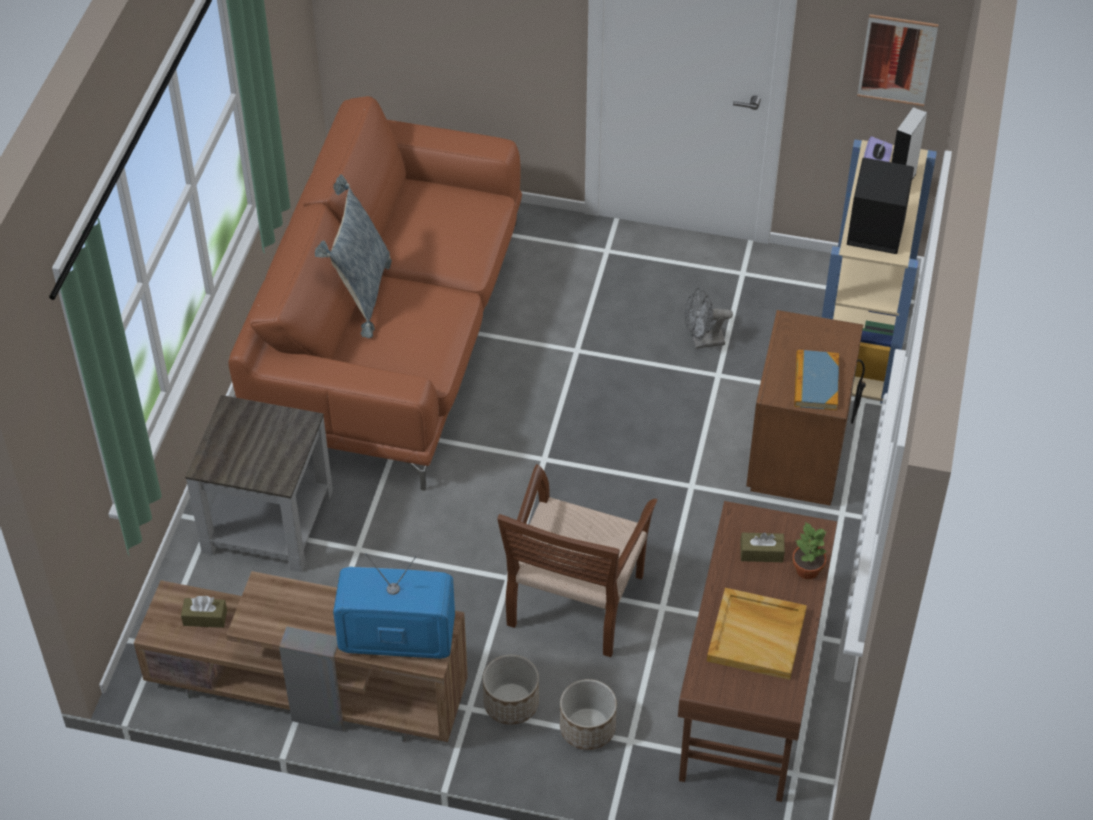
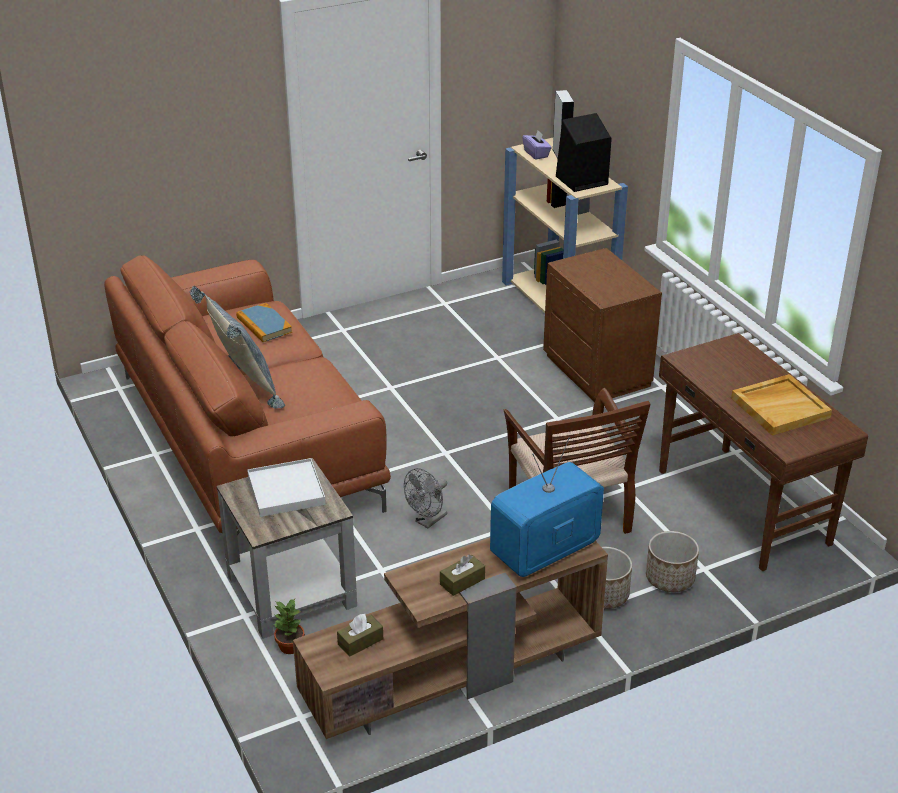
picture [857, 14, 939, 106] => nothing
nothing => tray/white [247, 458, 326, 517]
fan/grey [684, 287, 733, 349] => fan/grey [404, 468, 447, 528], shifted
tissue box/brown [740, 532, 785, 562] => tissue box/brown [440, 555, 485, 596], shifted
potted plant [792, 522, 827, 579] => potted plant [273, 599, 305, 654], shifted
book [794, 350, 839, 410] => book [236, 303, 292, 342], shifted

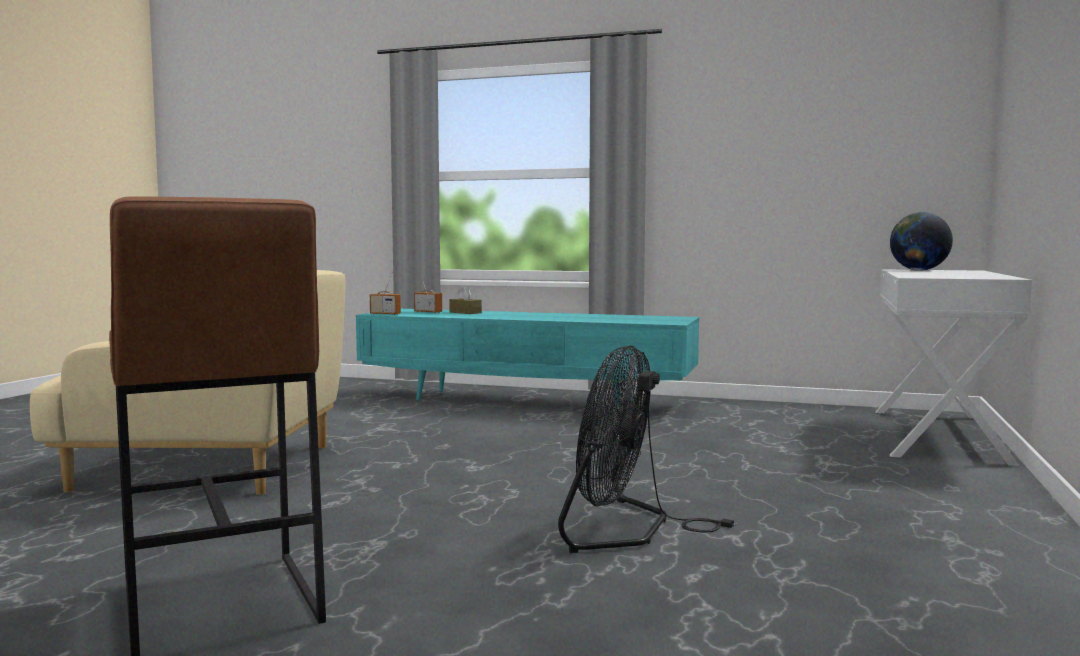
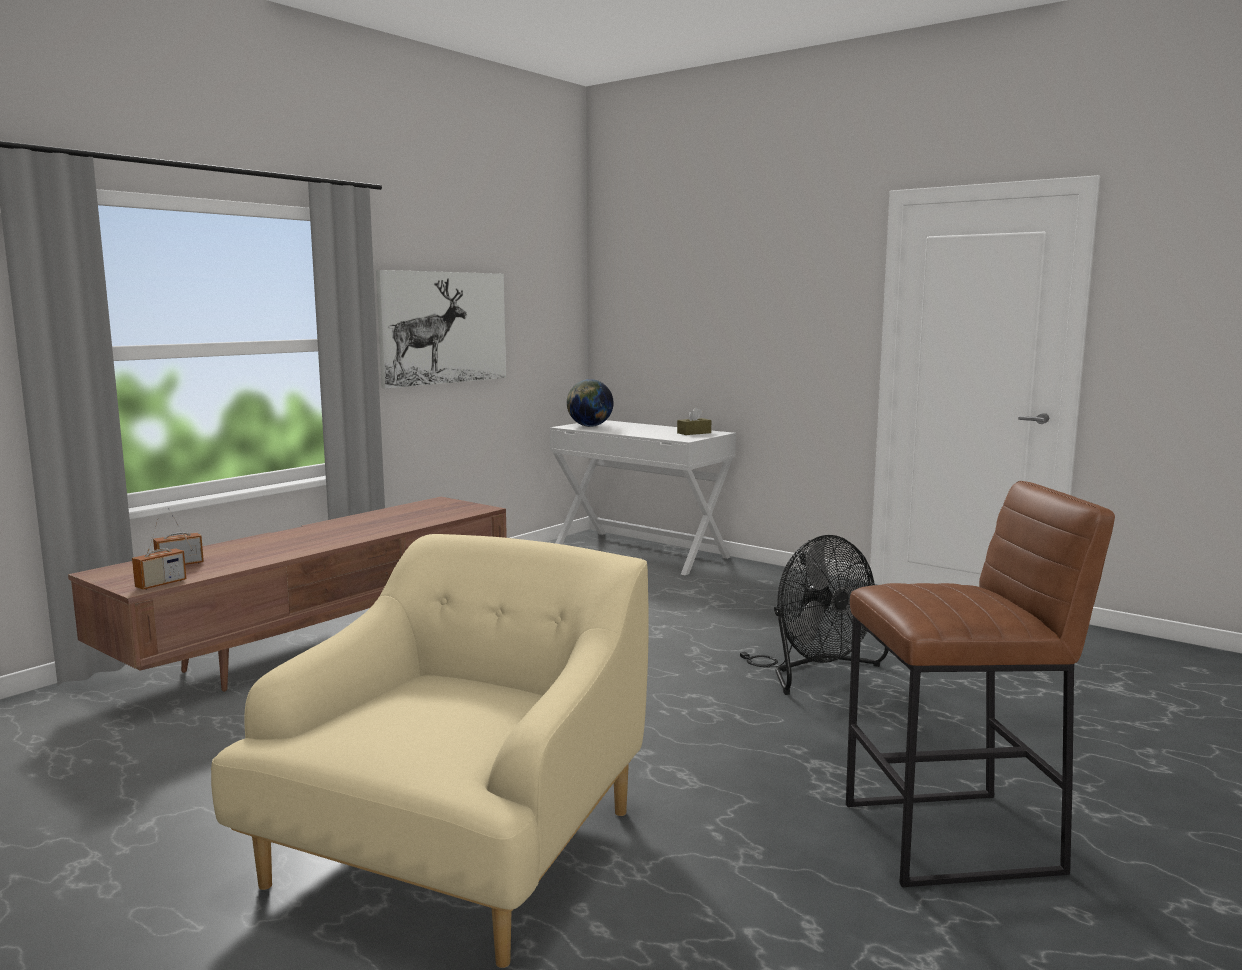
nothing => picture [376, 270, 506, 389]
tissue box/brown [449, 287, 482, 314] => tissue box/brown [677, 407, 711, 435], shifted
tv stand/turquoise [356, 309, 700, 411] => tv stand/brown [68, 497, 507, 692]
fan/black [558, 345, 737, 553] => fan/black [740, 535, 889, 695], 75 degrees counterclockwise

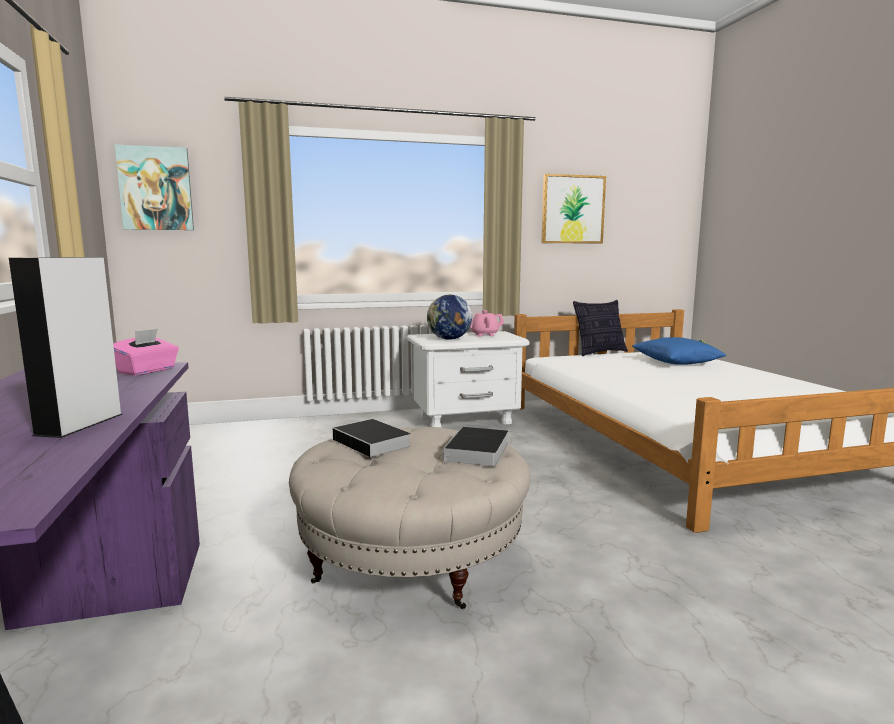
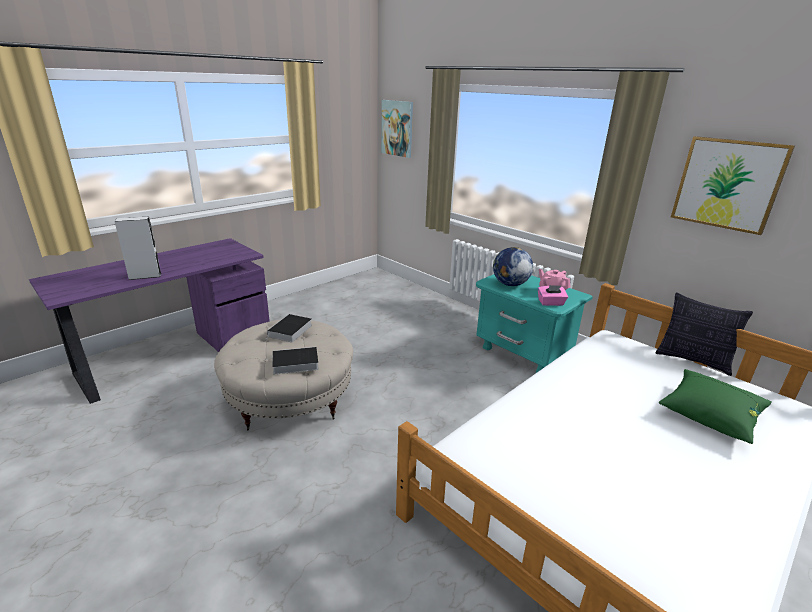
tissue box/pink [113, 329, 179, 376] => tissue box/pink [538, 285, 568, 306], shifted
nightstand/white [407, 331, 529, 428] => nightstand/turquoise [476, 274, 593, 373]
pillow/blue [632, 337, 726, 365] => pillow/green [659, 369, 772, 444]

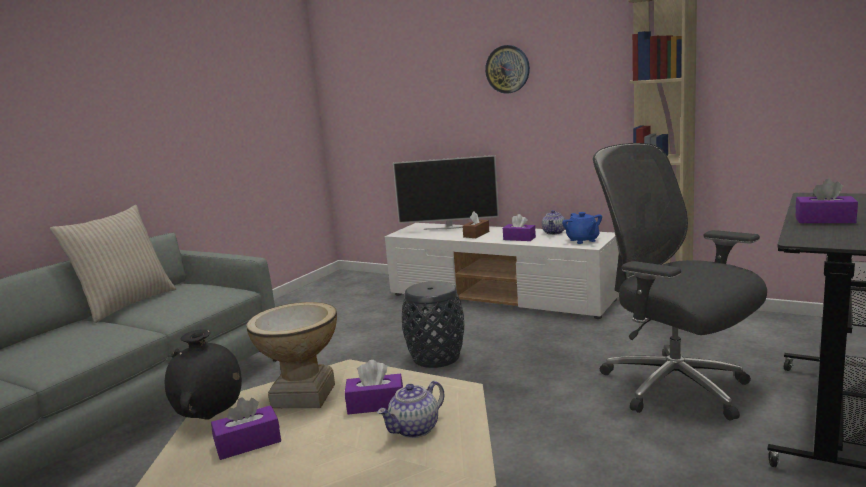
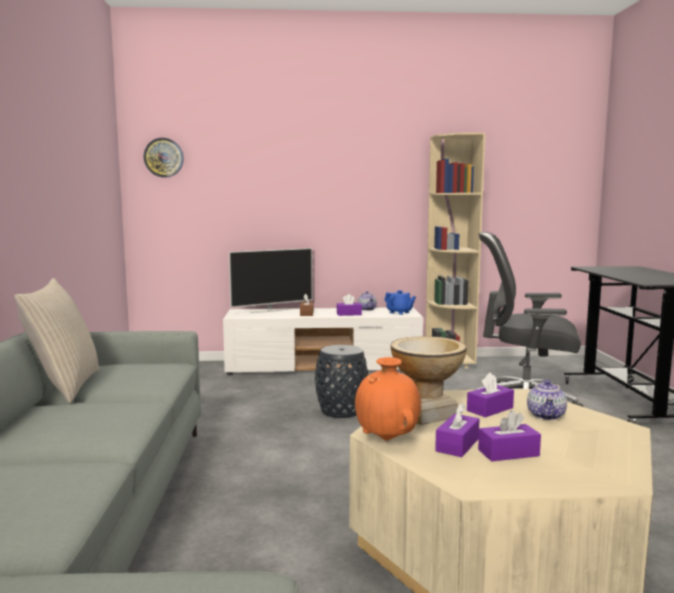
wall clock [485, 45, 530, 94] => wall clock [144, 138, 184, 177], shifted
tissue box/purple [795, 179, 858, 223] => tissue box/purple [478, 410, 541, 462], shifted
vase/black [165, 330, 242, 420] => vase/orange [355, 357, 421, 440]

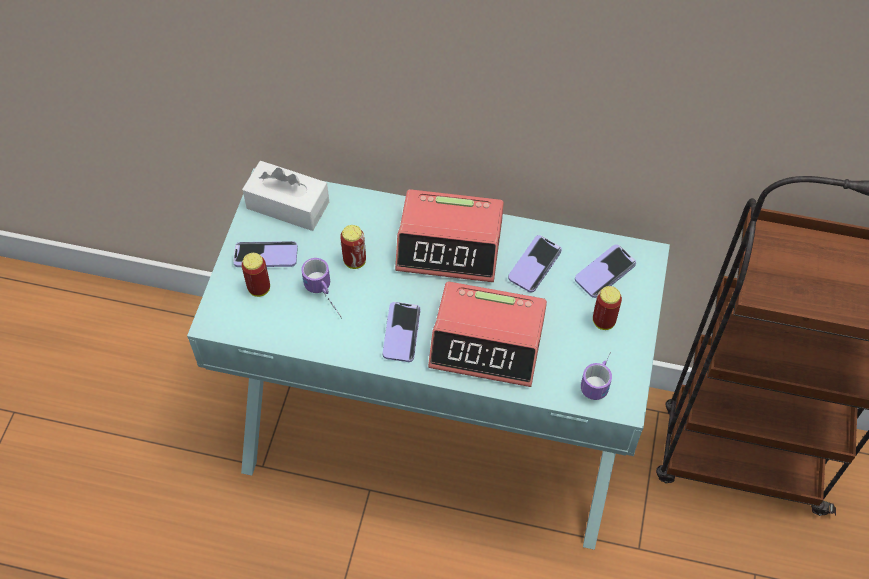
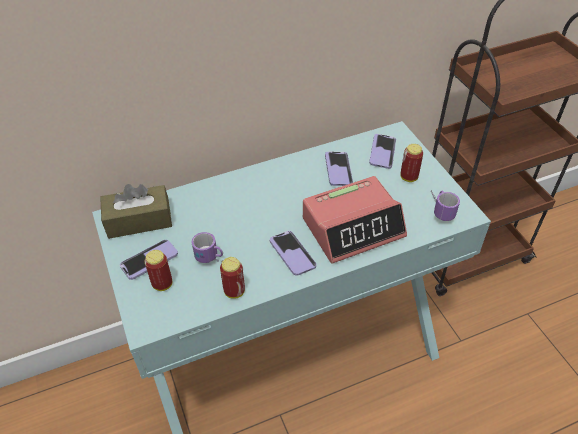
alarm clock [395, 189, 504, 282] => nothing
can [340, 225, 366, 269] => can [220, 257, 245, 299], shifted
tissue box/white [242, 161, 329, 231] => tissue box/brown [100, 184, 172, 239]

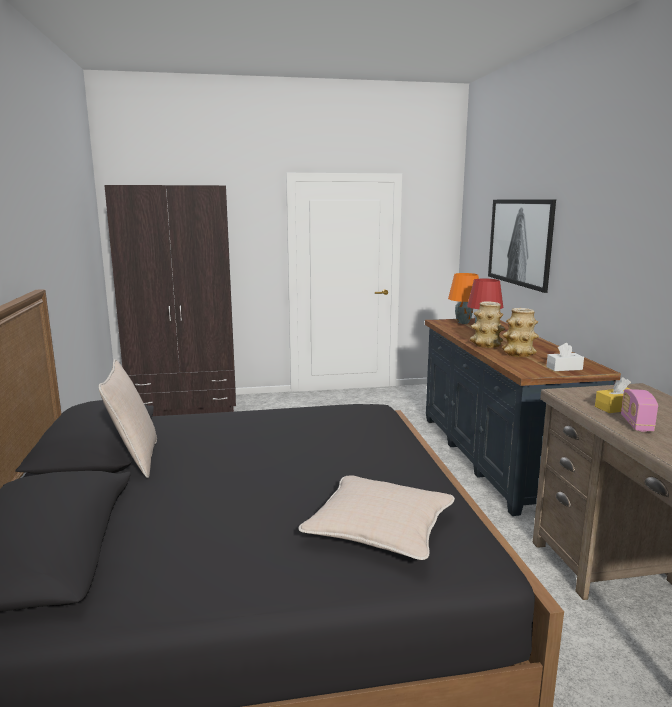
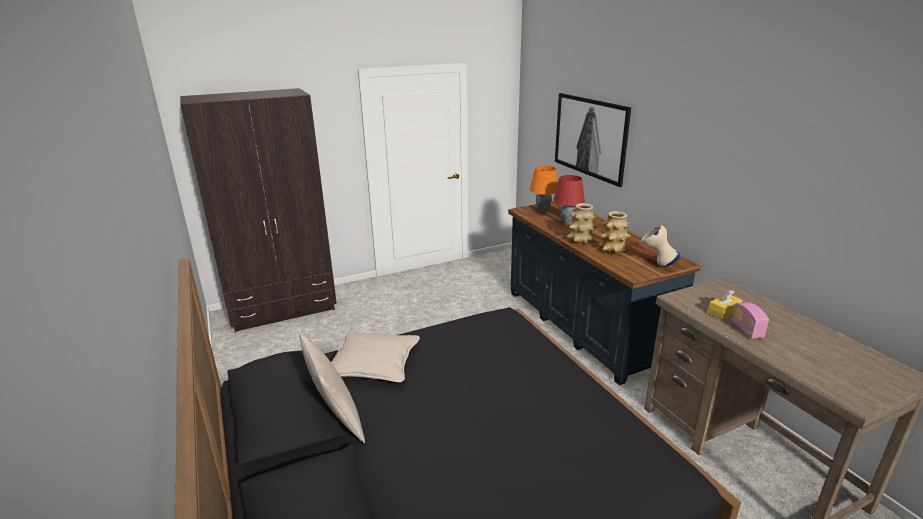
pillow/beige [298, 475, 455, 560] => pillow/beige [331, 331, 420, 382], shifted
tissue box/white [546, 343, 584, 371] => vase/beige [641, 225, 680, 267]

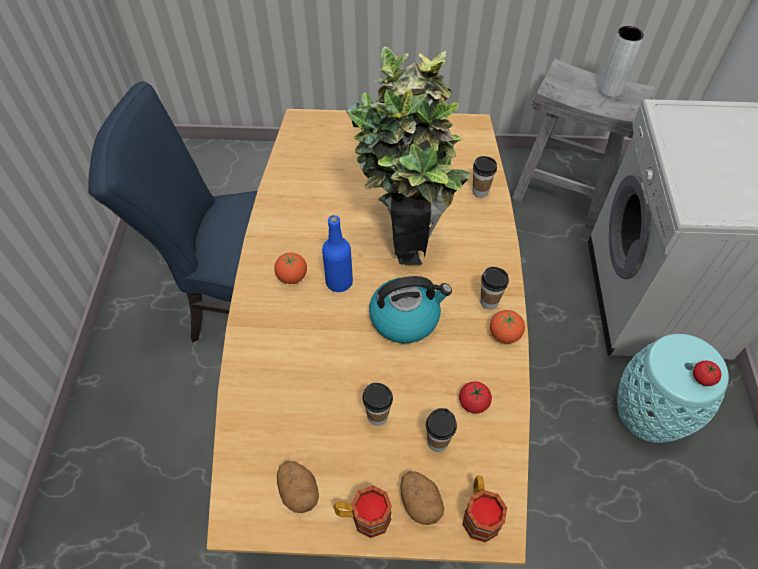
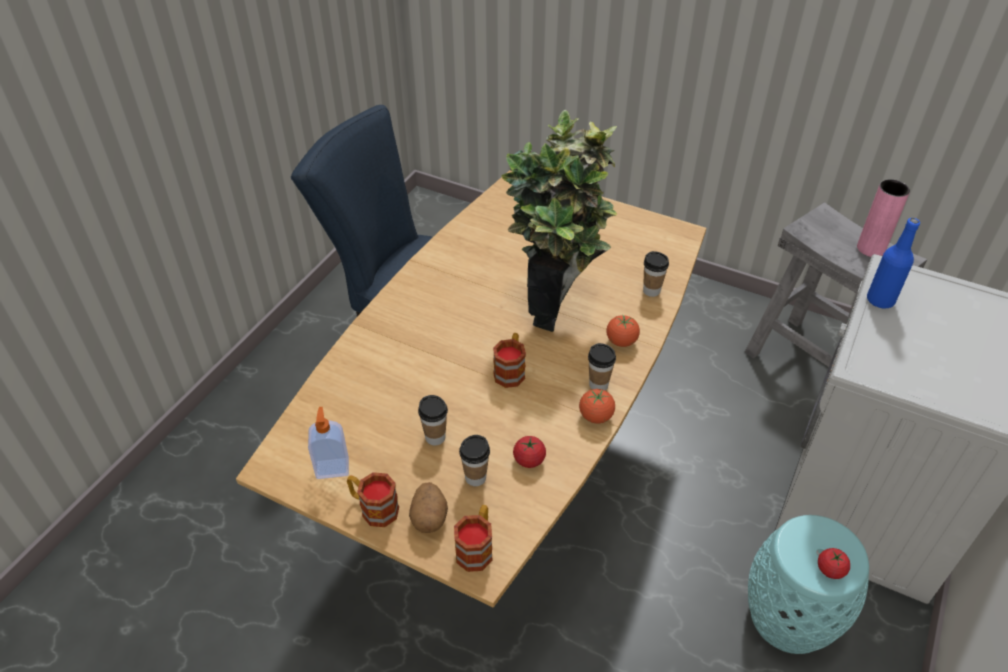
tomato [274, 253, 307, 284] => tomato [606, 315, 640, 347], shifted
bottle/blue [322, 215, 353, 292] => bottle/blue [867, 218, 920, 309], shifted
potato [277, 461, 319, 513] => soap dispenser [308, 407, 349, 479]
kettle [369, 276, 452, 344] => mug [493, 333, 526, 388]
vase/grey [598, 26, 644, 98] => vase/pink [857, 179, 910, 257]

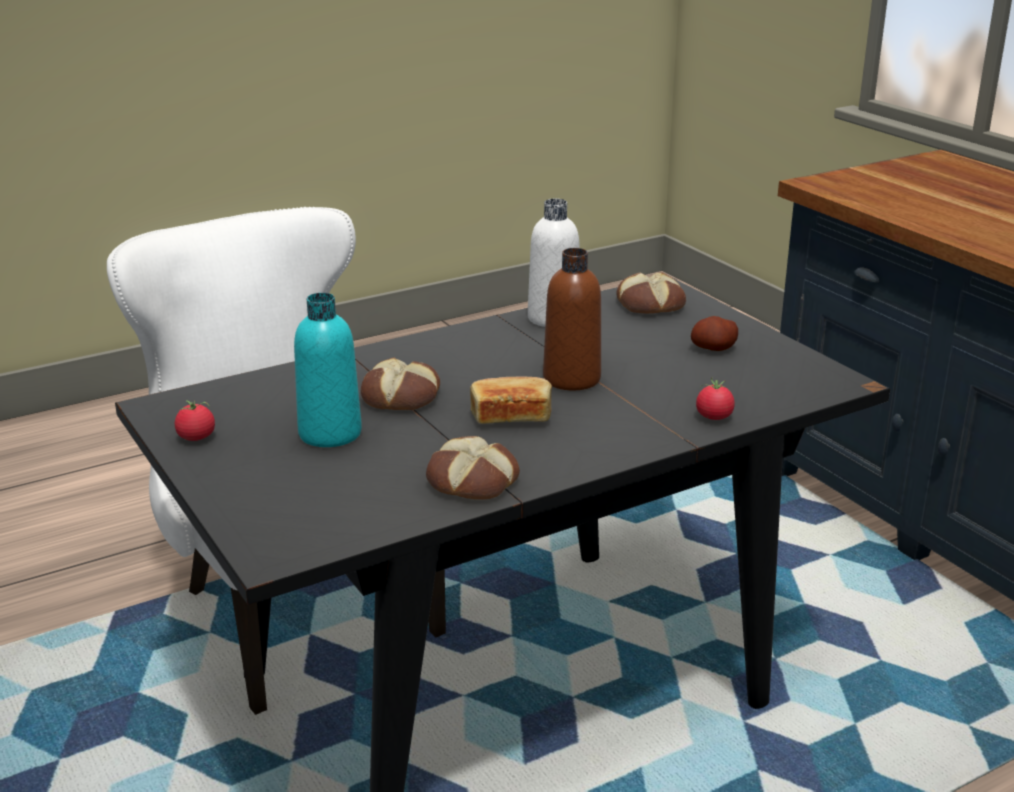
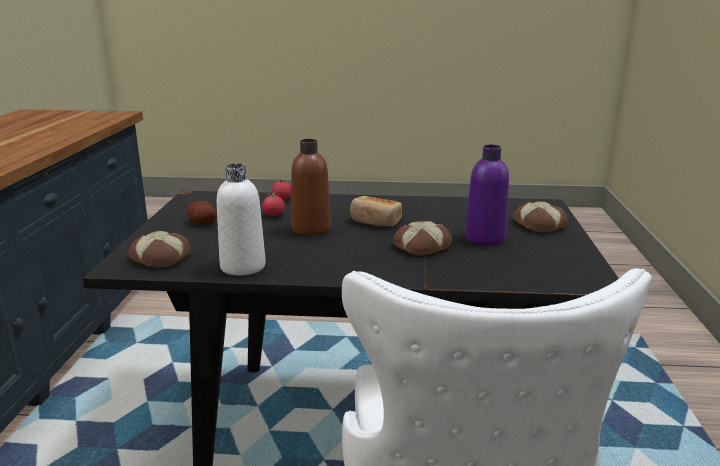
tomato [175, 400, 215, 441] => tomato [262, 192, 285, 216], shifted
bread [426, 436, 520, 500] => bread [514, 201, 568, 232], shifted
bottle/turquoise [294, 293, 362, 447] => bottle/purple [465, 145, 509, 245]

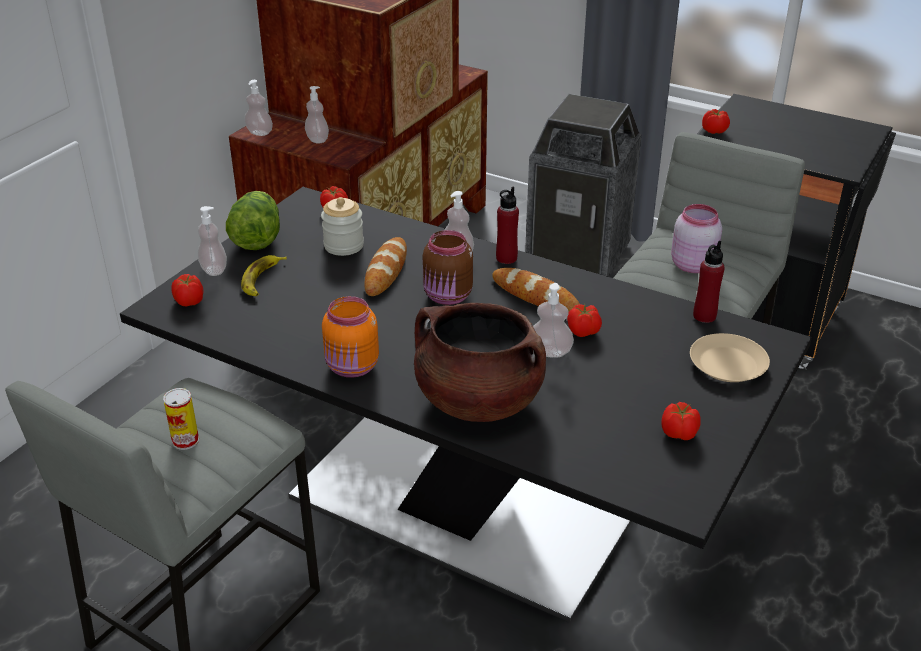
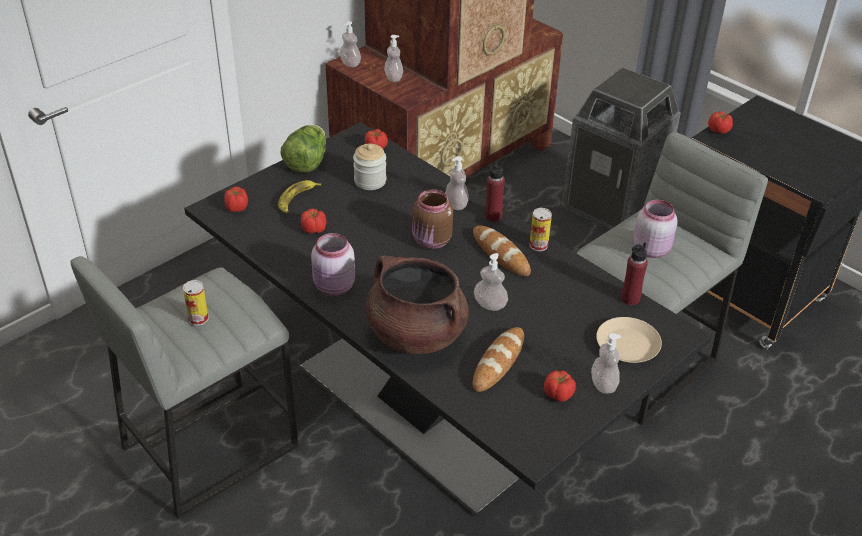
nothing => can [530, 208, 552, 251]
soap dispenser [198, 206, 227, 276] => soap dispenser [591, 333, 621, 394], shifted
bread [364, 237, 407, 296] => bread [473, 327, 524, 392], shifted
tomato [567, 304, 602, 337] => tomato [301, 209, 327, 233], shifted
jar/orange [322, 296, 379, 378] => jar/pink [311, 233, 355, 296]

